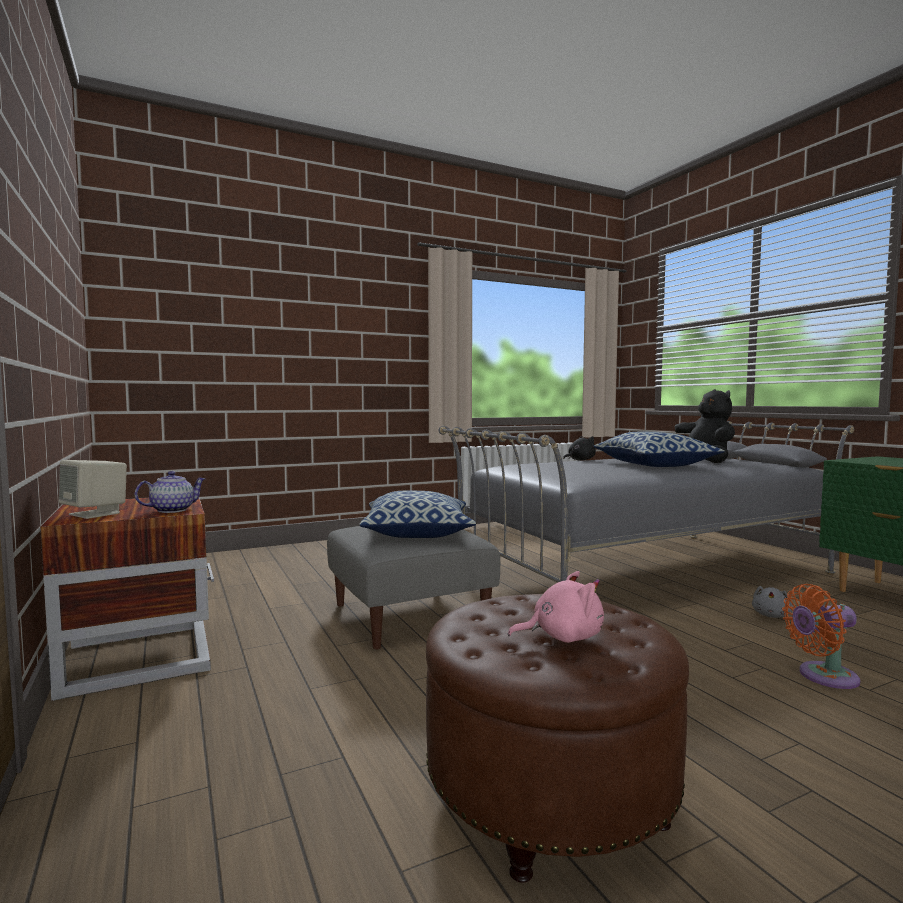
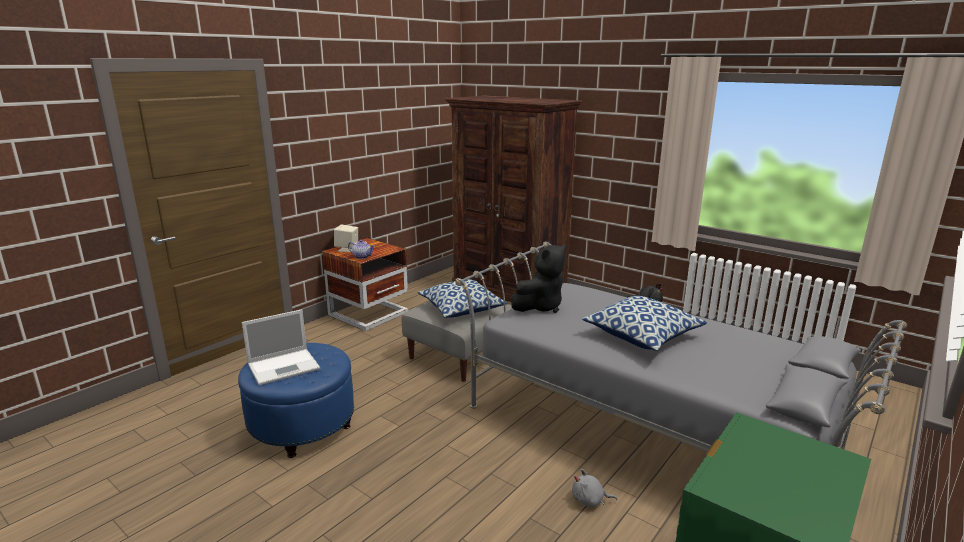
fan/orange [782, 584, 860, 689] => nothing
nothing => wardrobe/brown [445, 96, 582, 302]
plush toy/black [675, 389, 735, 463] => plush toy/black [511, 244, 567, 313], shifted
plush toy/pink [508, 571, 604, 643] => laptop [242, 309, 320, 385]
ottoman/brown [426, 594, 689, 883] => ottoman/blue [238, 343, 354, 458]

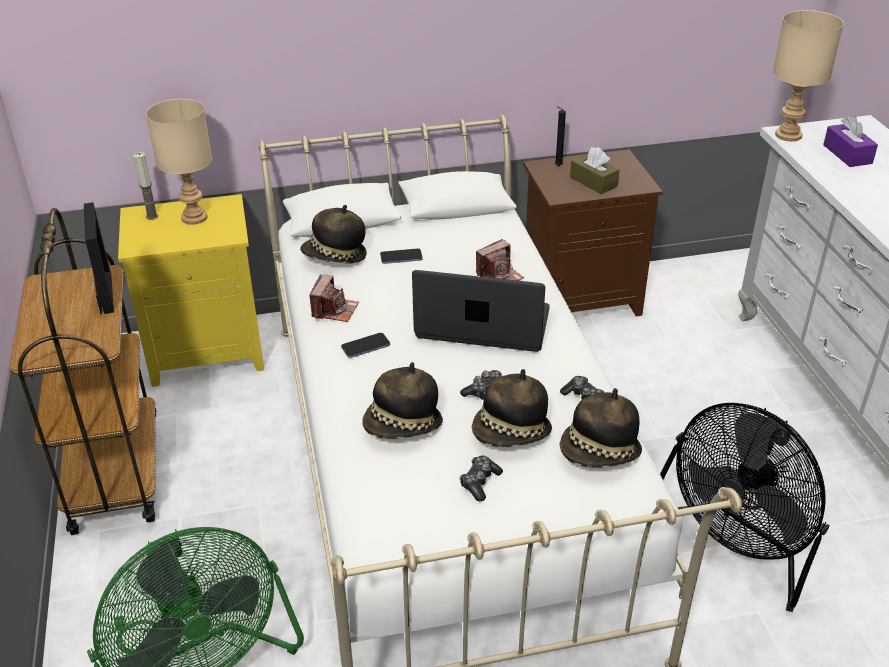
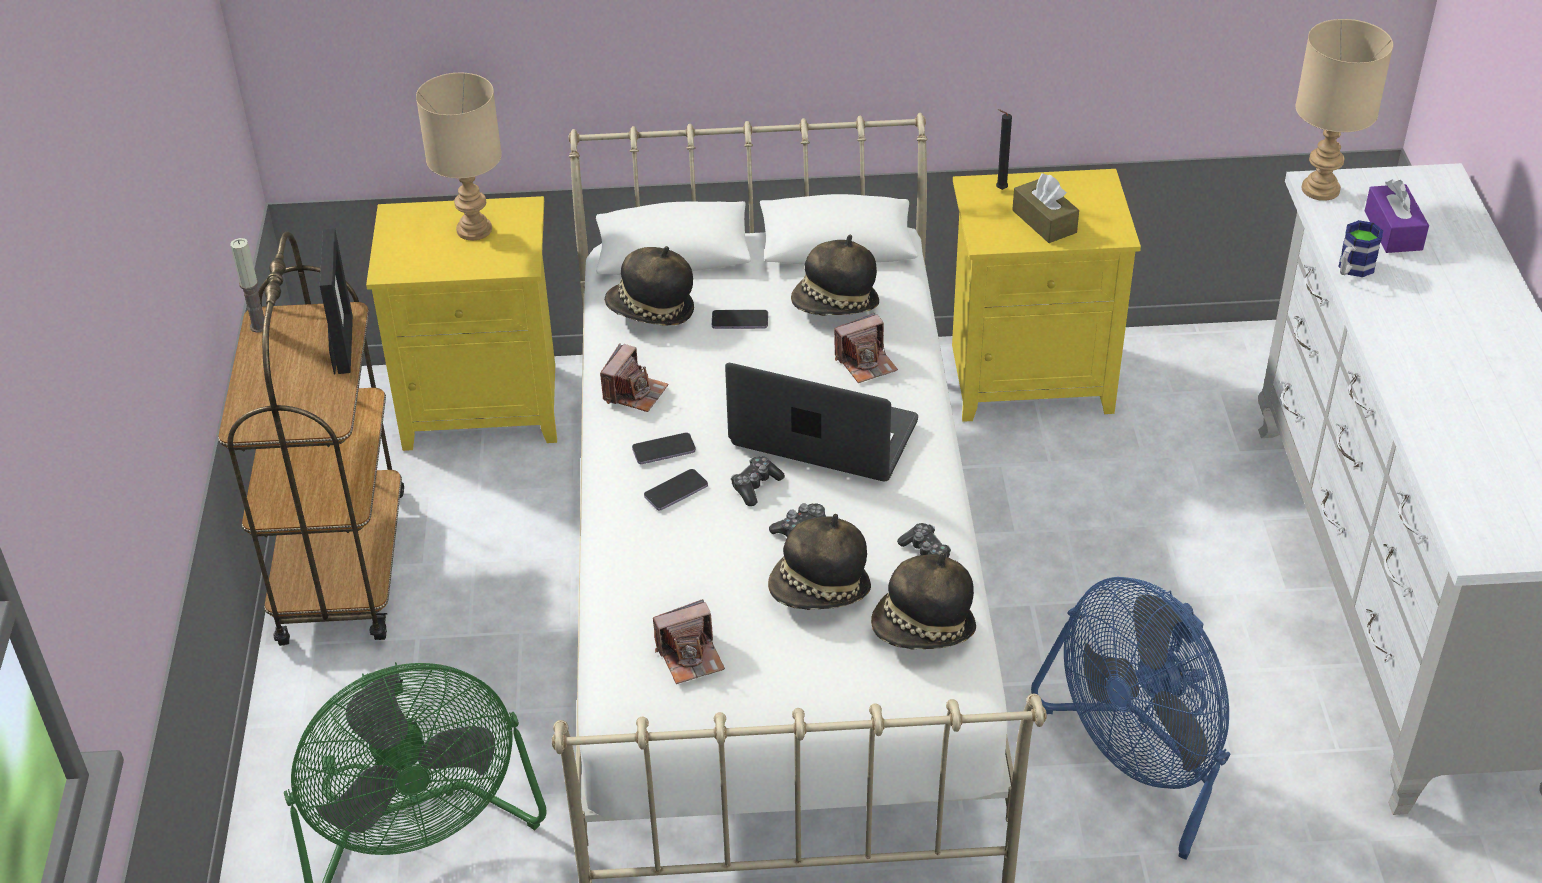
nothing => phone [644, 469, 708, 510]
nothing => photo camera [653, 599, 725, 684]
nothing => mug [1338, 220, 1383, 277]
candle [133, 152, 158, 220] => candle [230, 238, 264, 332], shifted
hat [362, 362, 443, 439] => hat [791, 235, 879, 316], shifted
game controller [460, 456, 503, 501] => game controller [731, 456, 785, 506], shifted
nightstand/brown [523, 149, 663, 316] => nightstand/yellow [952, 169, 1141, 422]
fan/black [660, 403, 829, 612] => fan/blue [1031, 577, 1231, 860]

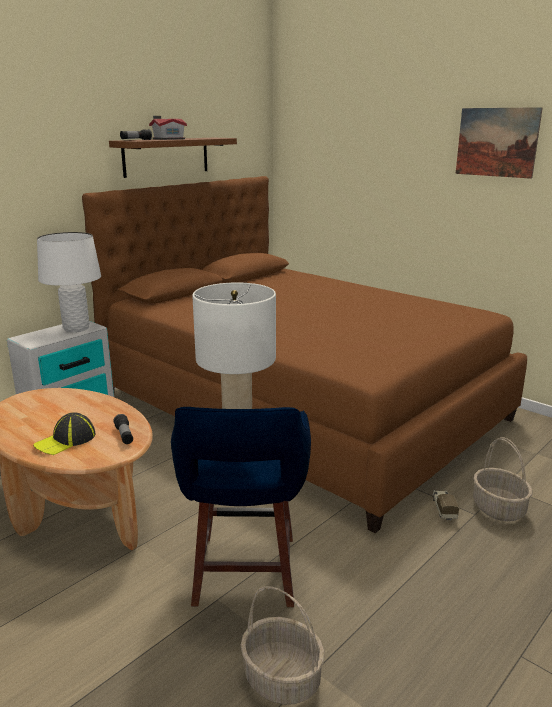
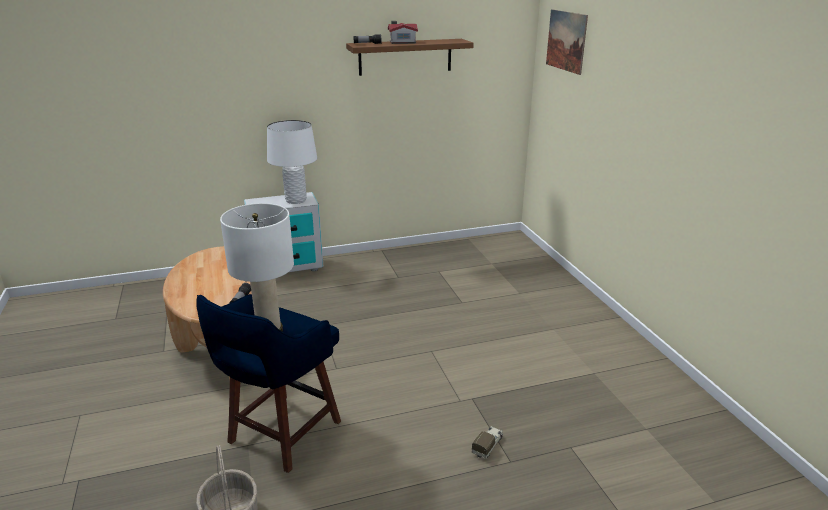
cap [33, 412, 95, 455] => nothing
bed/brown [82, 176, 527, 533] => nothing
basket [473, 437, 532, 521] => nothing
picture [456, 107, 543, 179] => picture [546, 9, 588, 75], shifted

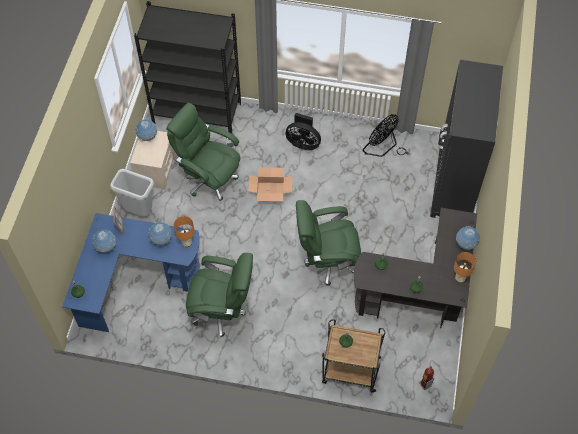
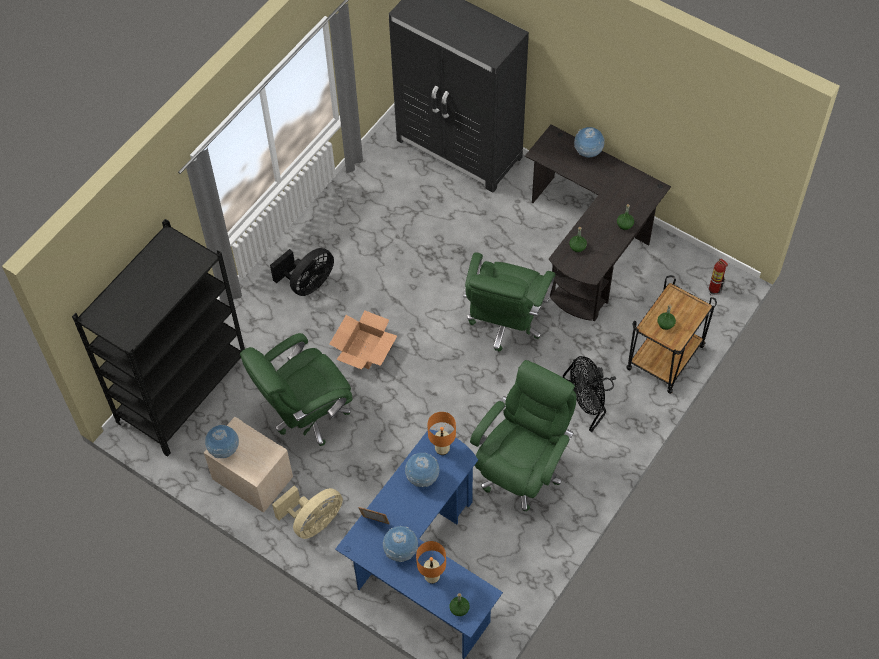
fan/black [363, 114, 409, 157] => fan/black [563, 356, 617, 432], shifted
table lamp/orange [454, 252, 476, 283] => table lamp/orange [416, 541, 446, 584], shifted
trash can/grey [110, 169, 154, 217] => fan/beige [272, 486, 343, 539]

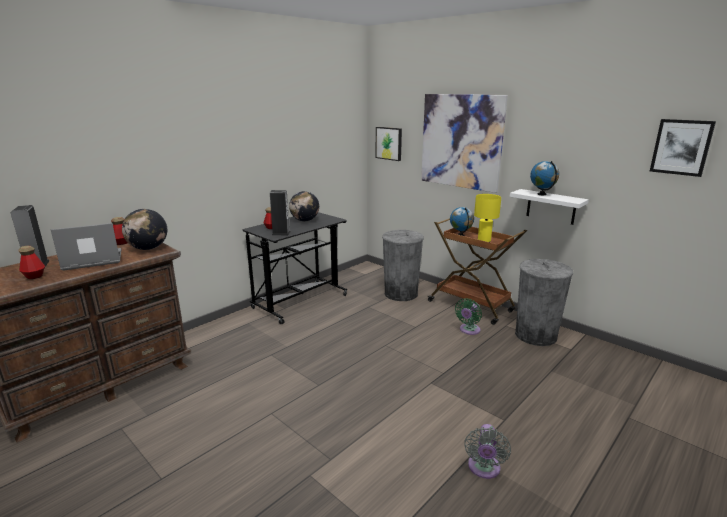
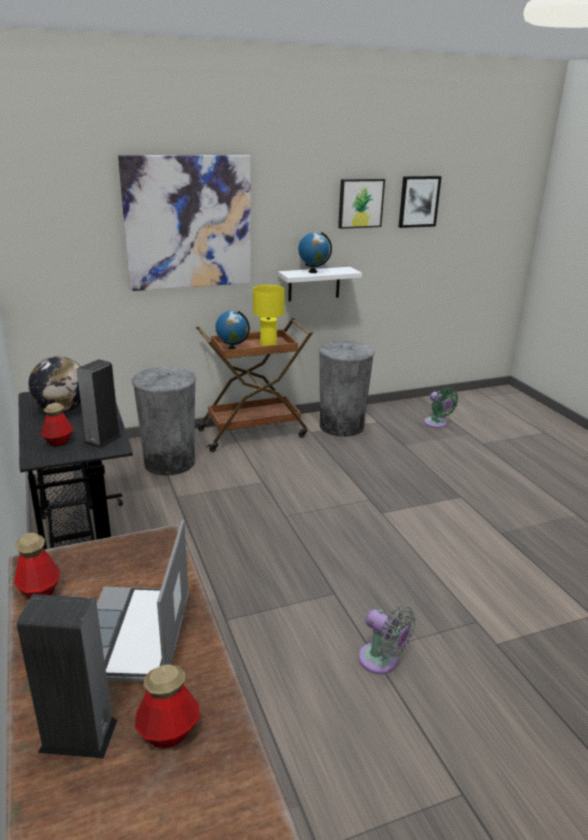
globe [122, 209, 167, 250] => nothing
picture [376, 127, 402, 161] => picture [338, 179, 385, 229], shifted
fan/green [455, 298, 482, 335] => fan/green [424, 388, 458, 428], shifted
fan/grey [464, 424, 511, 479] => fan/grey [358, 606, 416, 674], shifted

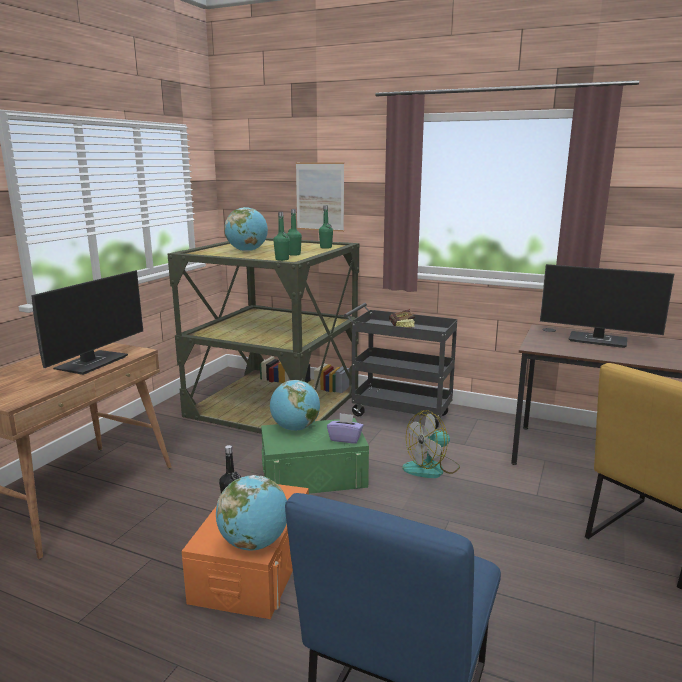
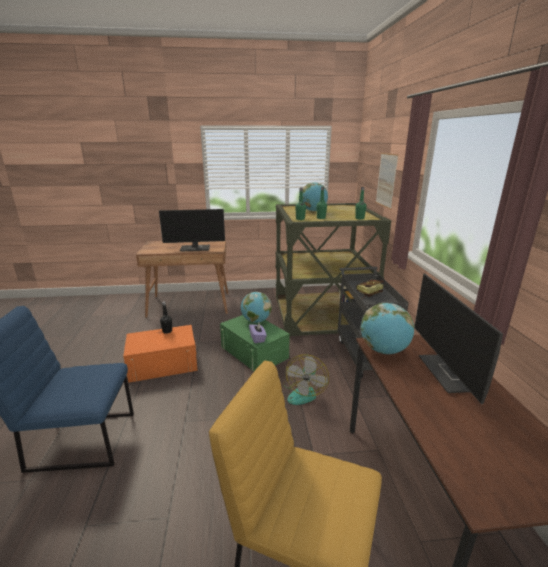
globe [216, 475, 287, 550] => globe [361, 303, 414, 354], shifted
fan [402, 410, 460, 478] => fan [283, 354, 329, 405], 105 degrees counterclockwise

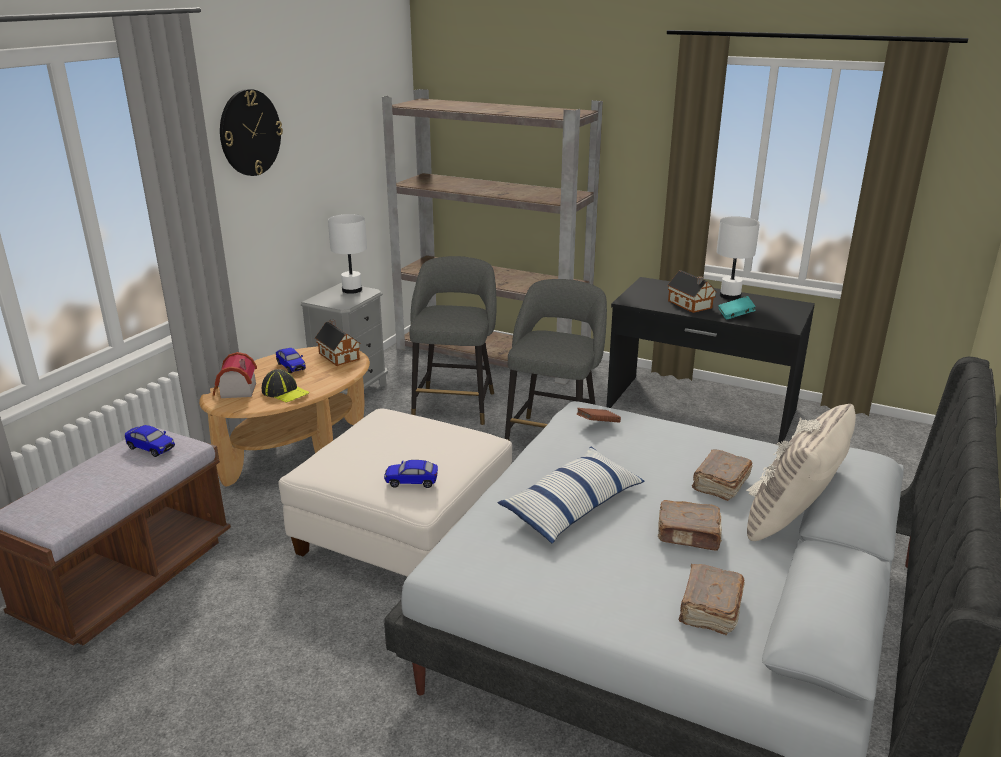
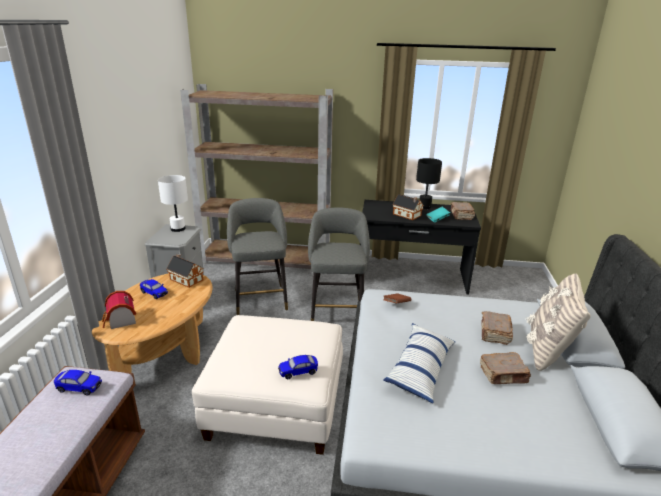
wall clock [220, 89, 283, 176] => nothing
cap [262, 369, 309, 403] => nothing
book/brown [679, 564, 745, 635] => book/brown [451, 202, 475, 220], shifted
table lamp/white [717, 217, 760, 300] => table lamp/black [416, 158, 442, 209]

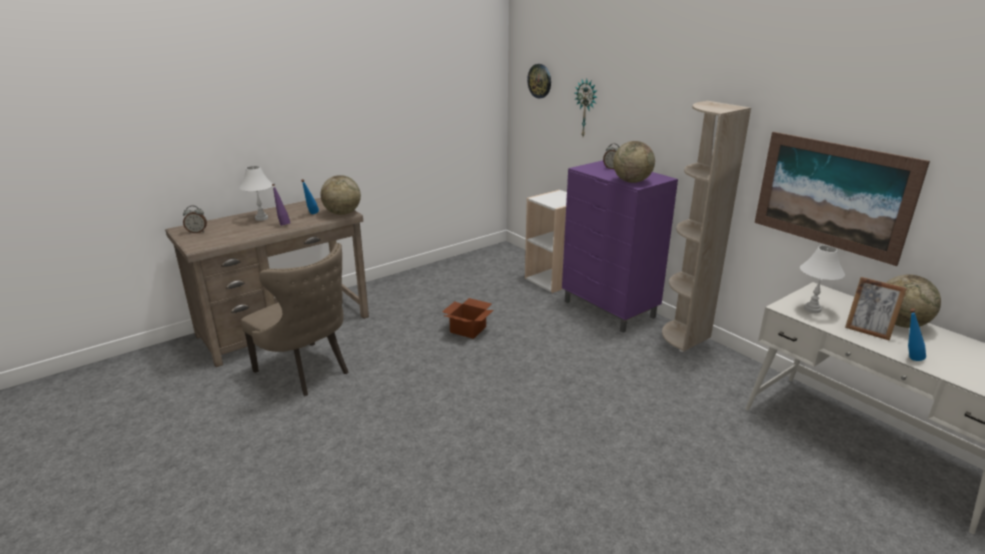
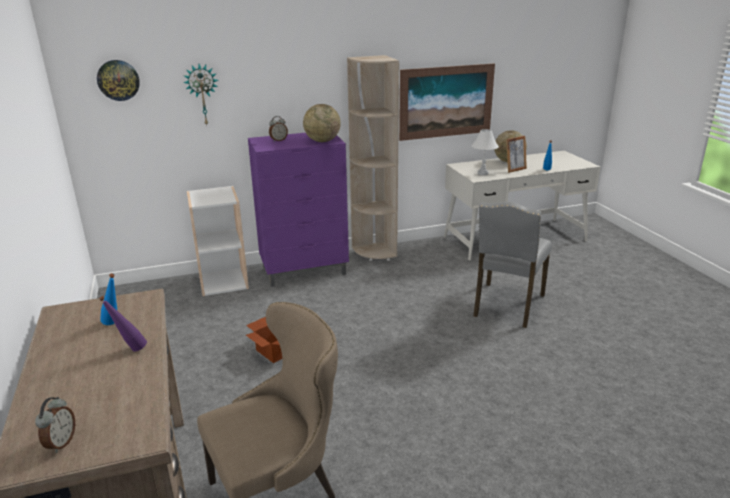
table lamp/white [239, 166, 272, 221] => nothing
globe [320, 175, 361, 215] => nothing
nothing => chair/grey [473, 202, 552, 328]

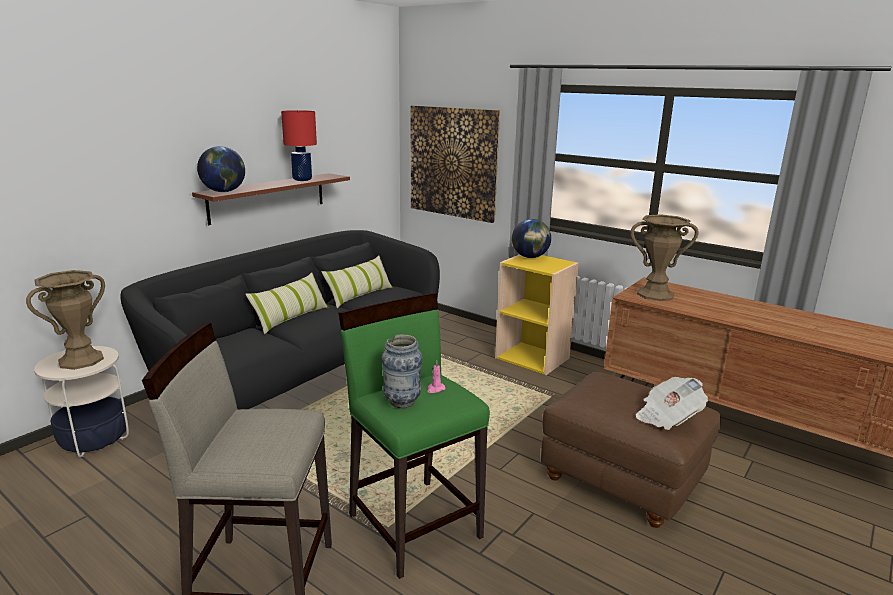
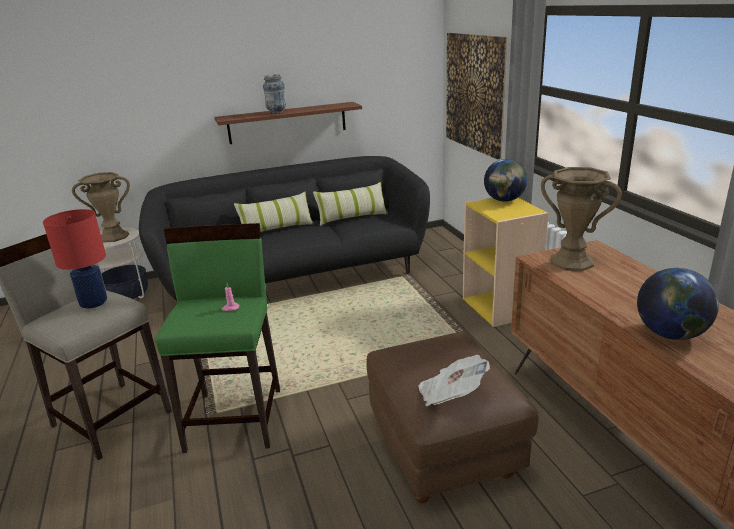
globe [197, 146, 245, 192] => globe [637, 268, 719, 340], shifted
table lamp/red [281, 110, 317, 181] => table lamp/red [43, 209, 107, 309], shifted
vase [381, 335, 423, 408] => vase [263, 75, 286, 114], shifted

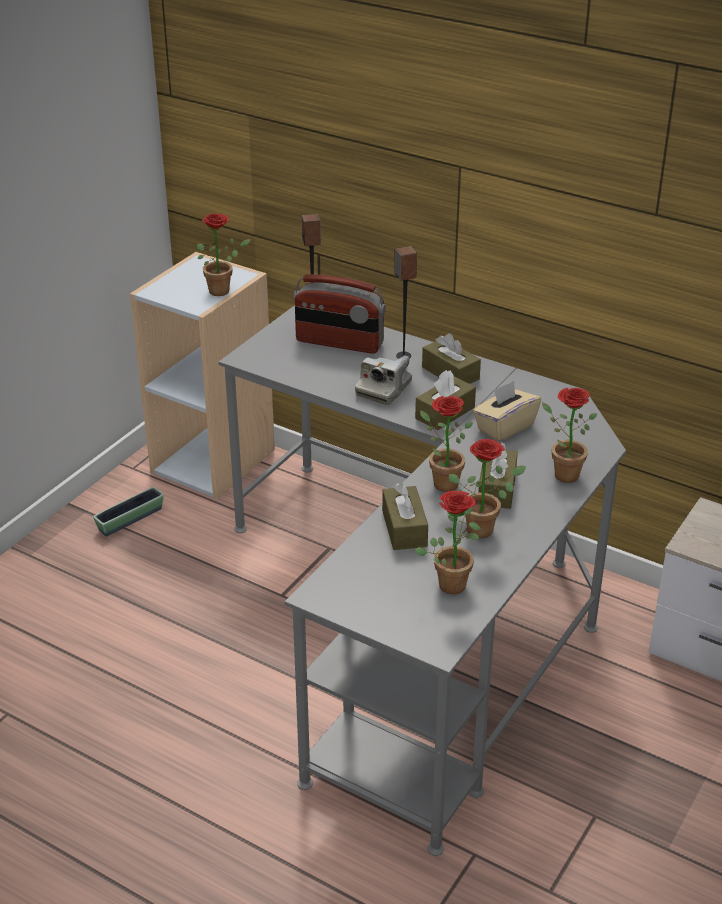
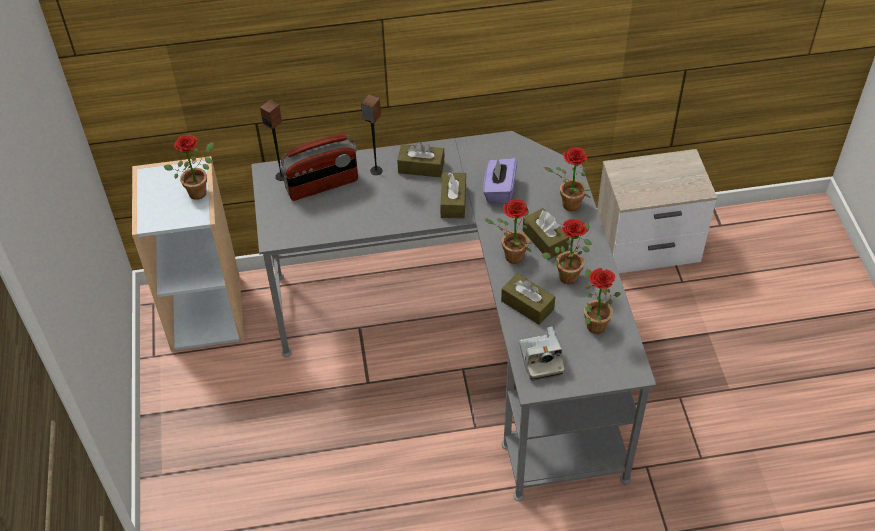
planter [93, 487, 164, 536] => nothing
photo camera [355, 355, 412, 405] => photo camera [520, 327, 564, 381], shifted
tissue box/beige [473, 381, 541, 442] => tissue box/purple [483, 158, 517, 204]

